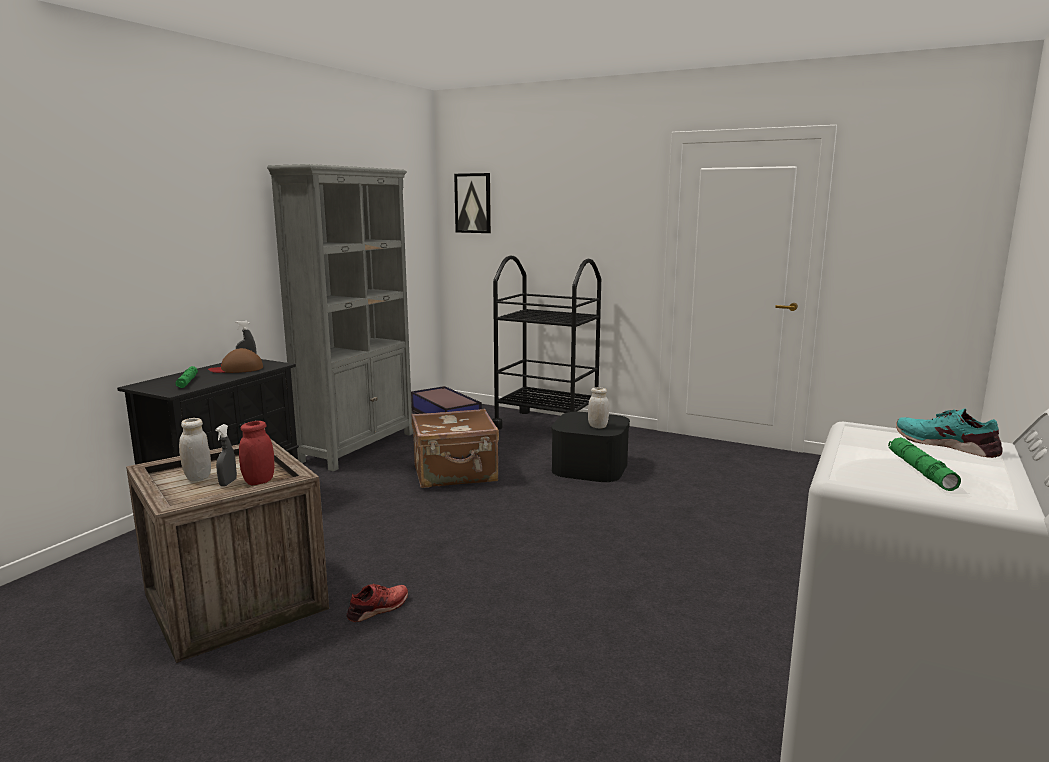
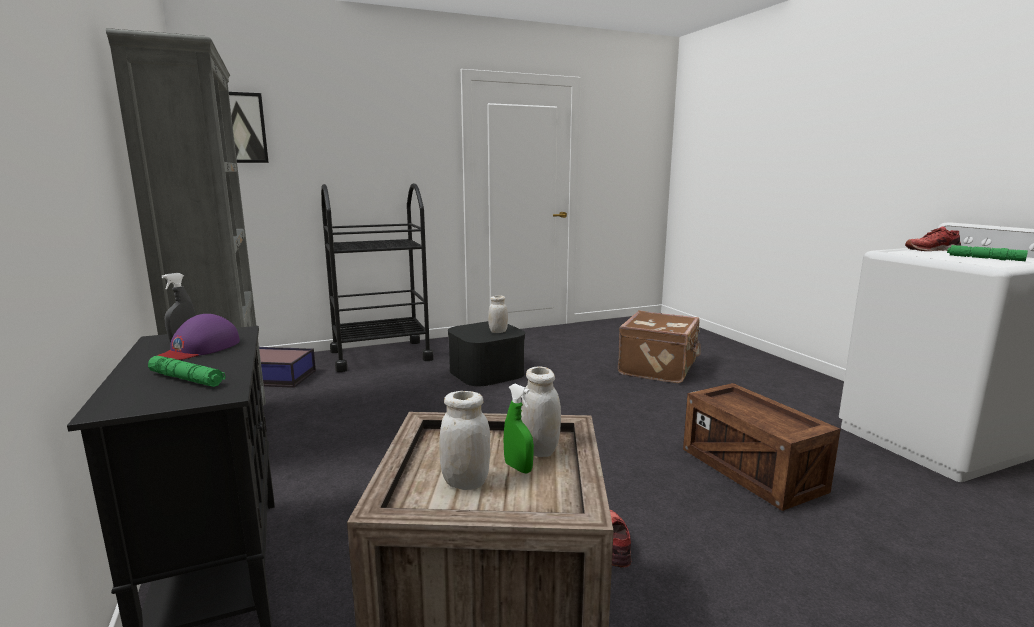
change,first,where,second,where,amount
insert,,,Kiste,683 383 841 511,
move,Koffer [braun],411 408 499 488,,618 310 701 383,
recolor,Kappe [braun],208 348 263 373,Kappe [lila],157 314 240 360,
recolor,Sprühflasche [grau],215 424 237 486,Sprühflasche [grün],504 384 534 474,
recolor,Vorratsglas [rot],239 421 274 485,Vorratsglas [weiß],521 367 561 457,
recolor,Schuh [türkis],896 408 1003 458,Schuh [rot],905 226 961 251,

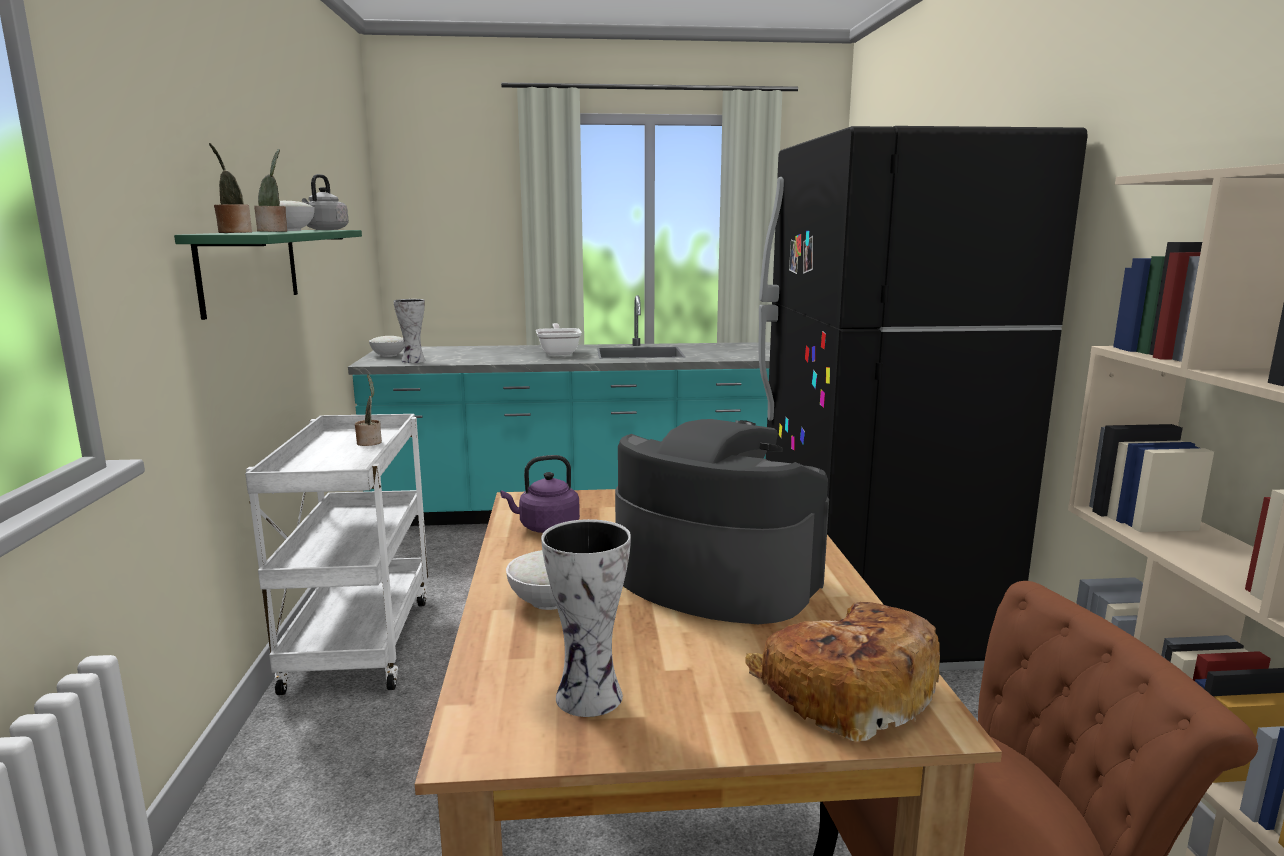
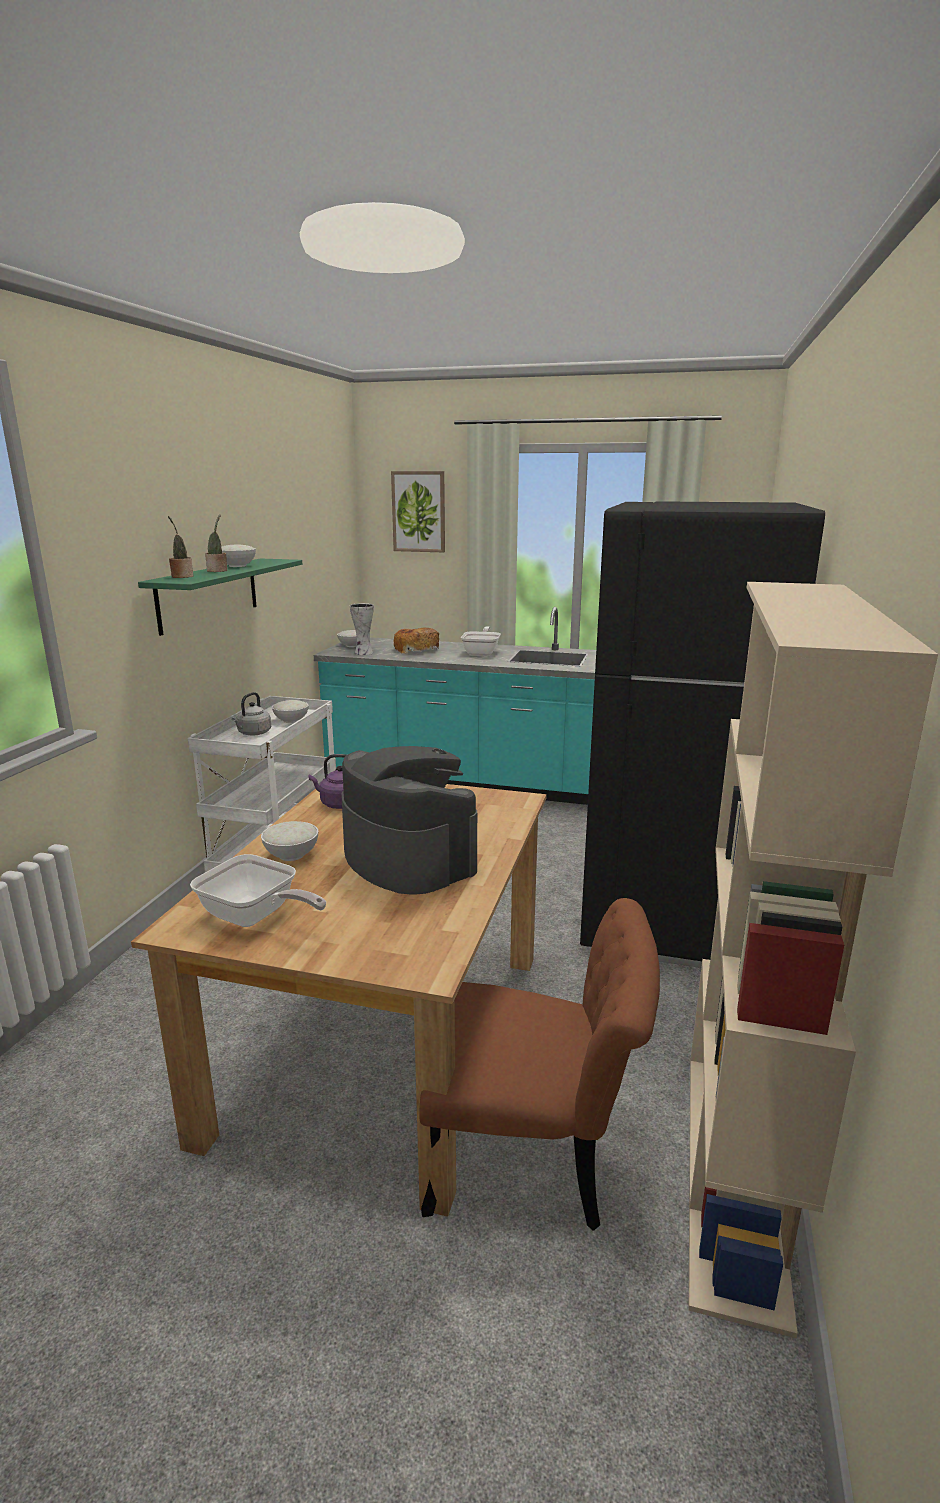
change,first,where,second,where,amount
insert,,,Bild,391 471 445 552,
move,Wasserkessel [grau],302 174 349 230,,232 692 271 736,
move,Brot,745 602 940 742,,393 628 439 653,
replace,Topfpflanze,355 375 382 446,Schüssel [weiß],272 700 308 723,
replace,Vase,541 519 631 717,Pfanne,190 854 326 927,

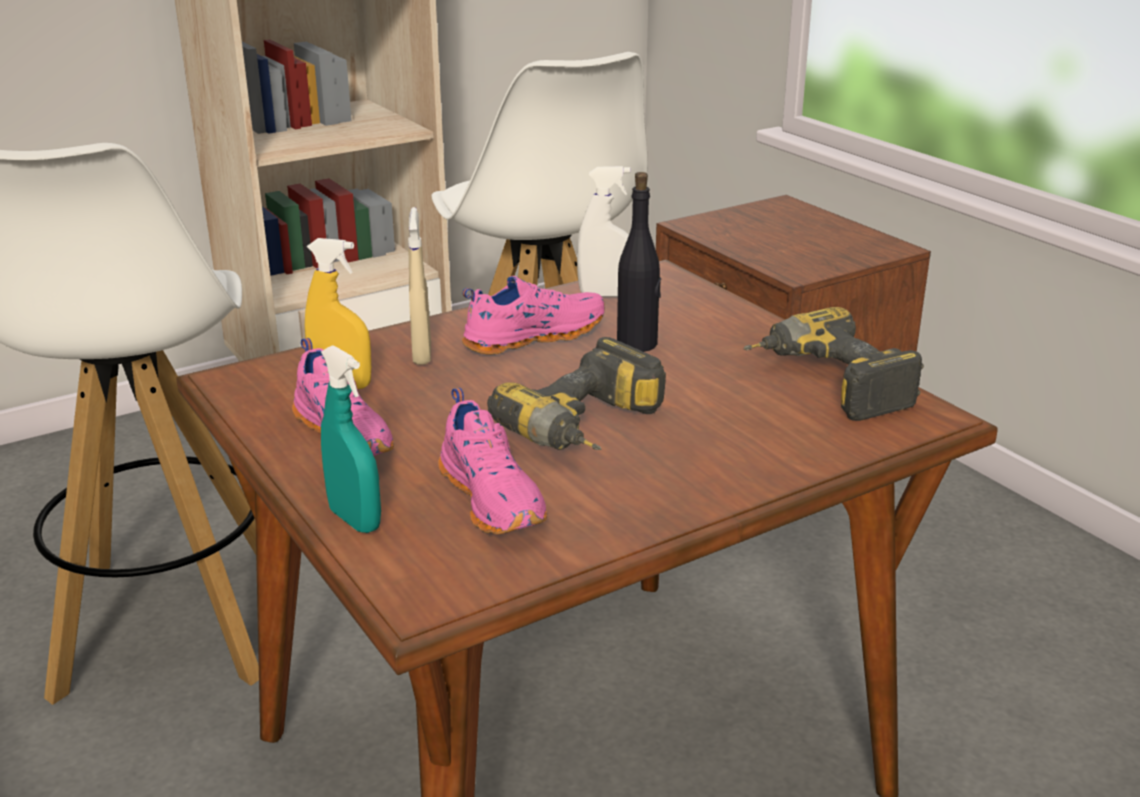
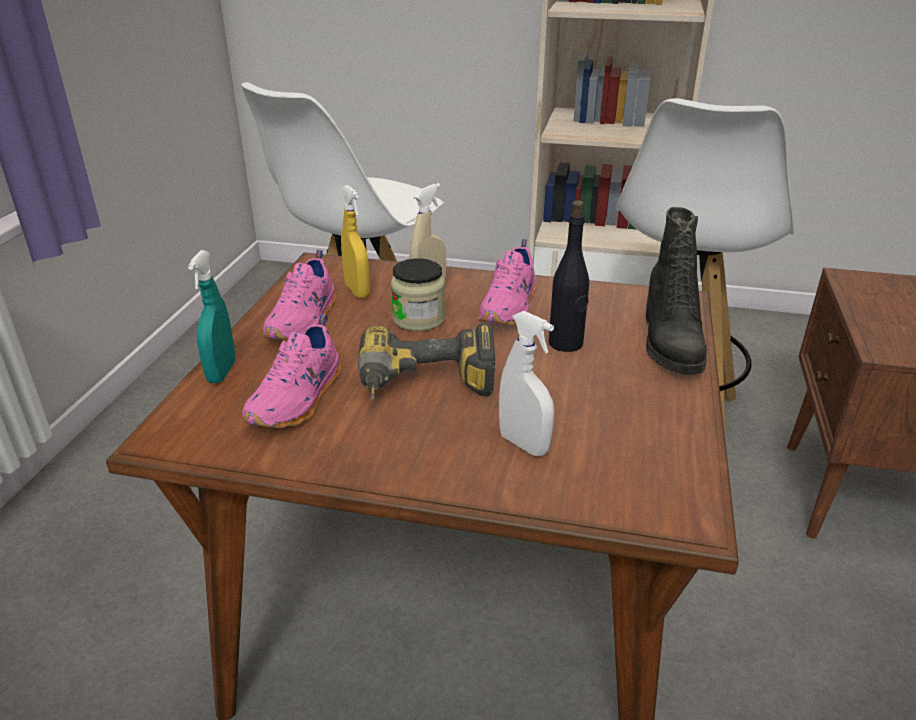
change,first,where,second,where,amount
delete,Bohrmaschine,744 307 924 421,,,
insert,,,Vorratsglas,391 258 445 331,
insert,,,Stiefel [schwarz],646 207 707 375,
move,Sprühflasche [weiß],577 166 630 297,,499 311 554 456,
rotate,Schuh [rosa],462 276 605 355,,478 239 535 325,90 degrees clockwise

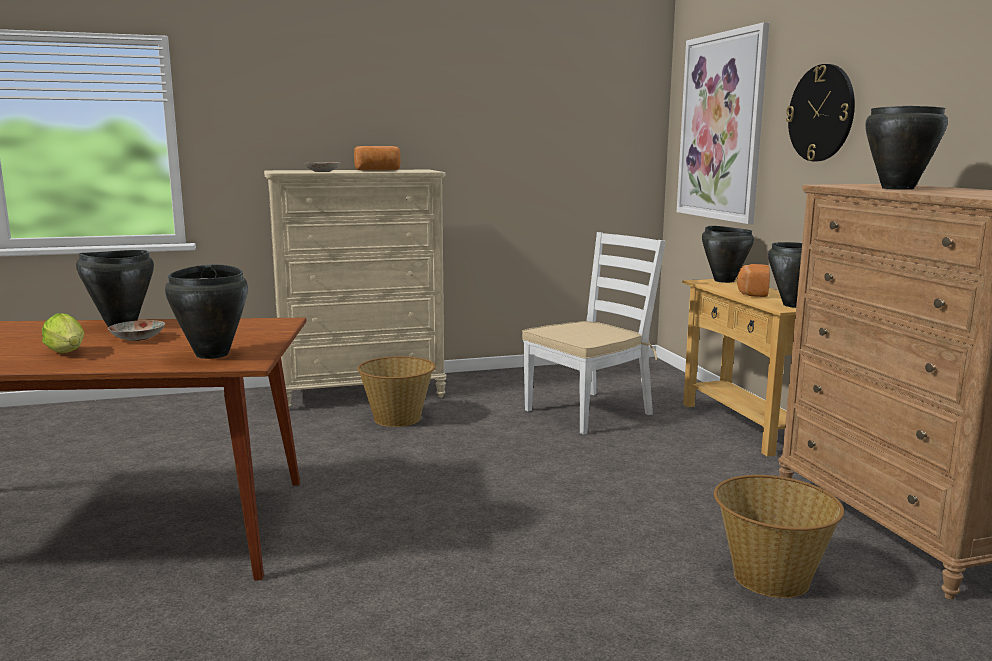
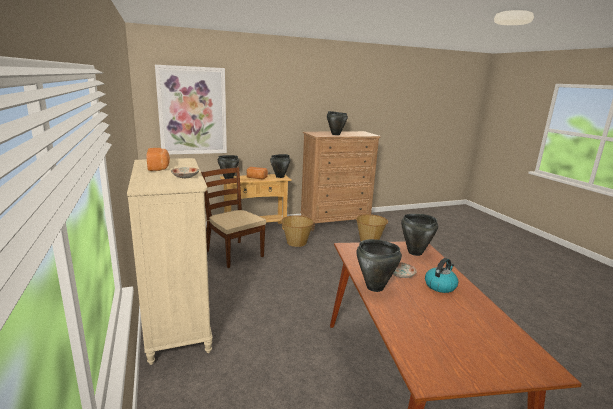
change,first,where,second,where,amount
delete,Wanduhr,786 64 855 161,,,
move,Korb,358 356 436 427,,281 215 314 247,
replace,Salatkopf,42 313 85 353,Wasserkessel,425 258 458 293,
recolor,Stuhl [weiß],522 232 666 435,Stuhl [braun],201 167 266 268,

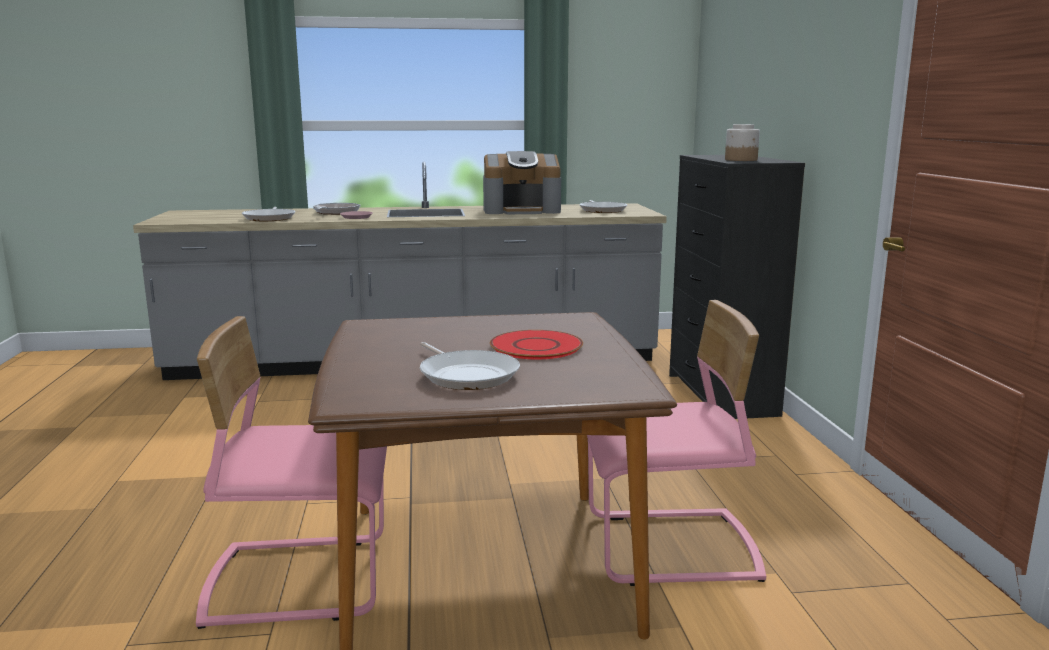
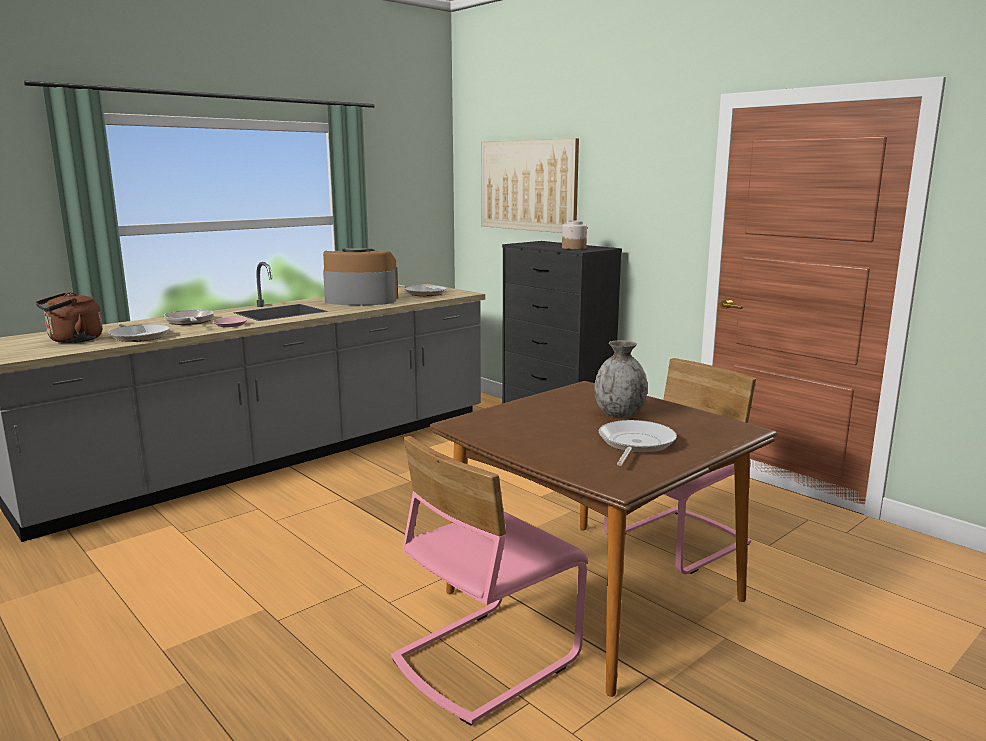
change,first,where,second,where,amount
insert,,,Wasserkessel [braun],36 292 103 343,
insert,,,Bild,481 138 579 233,
replace,Teller [rot],490 330 583 359,Vase [grau],594 340 648 417,
rotate,Pfanne,420 342 520 390,,599 420 677 466,90 degrees counterclockwise
rotate,Kaffeemaschine,483 151 561 214,,323 248 398 305,135 degrees counterclockwise

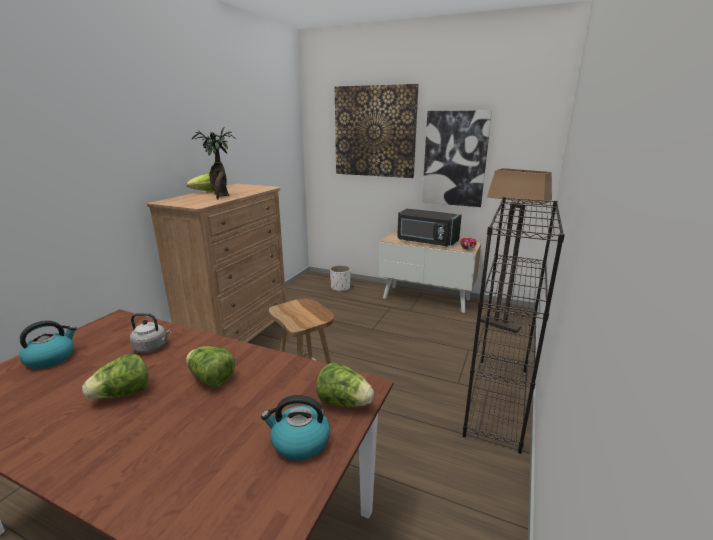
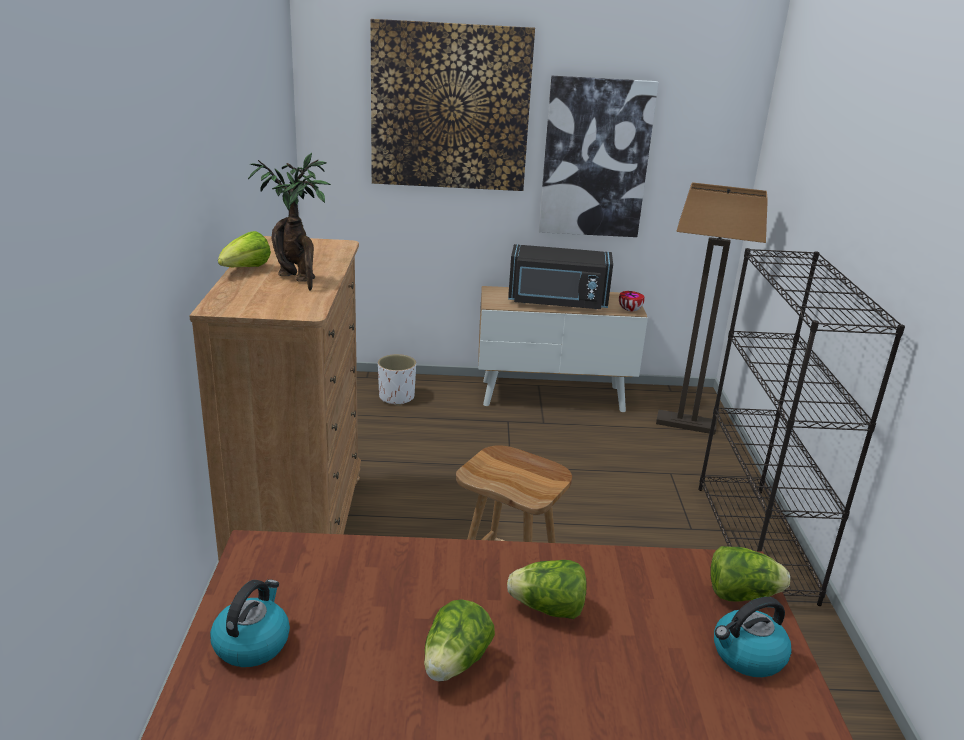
change,first,where,second,where,amount
delete,Wasserkessel [grau],130 313 171 353,,,

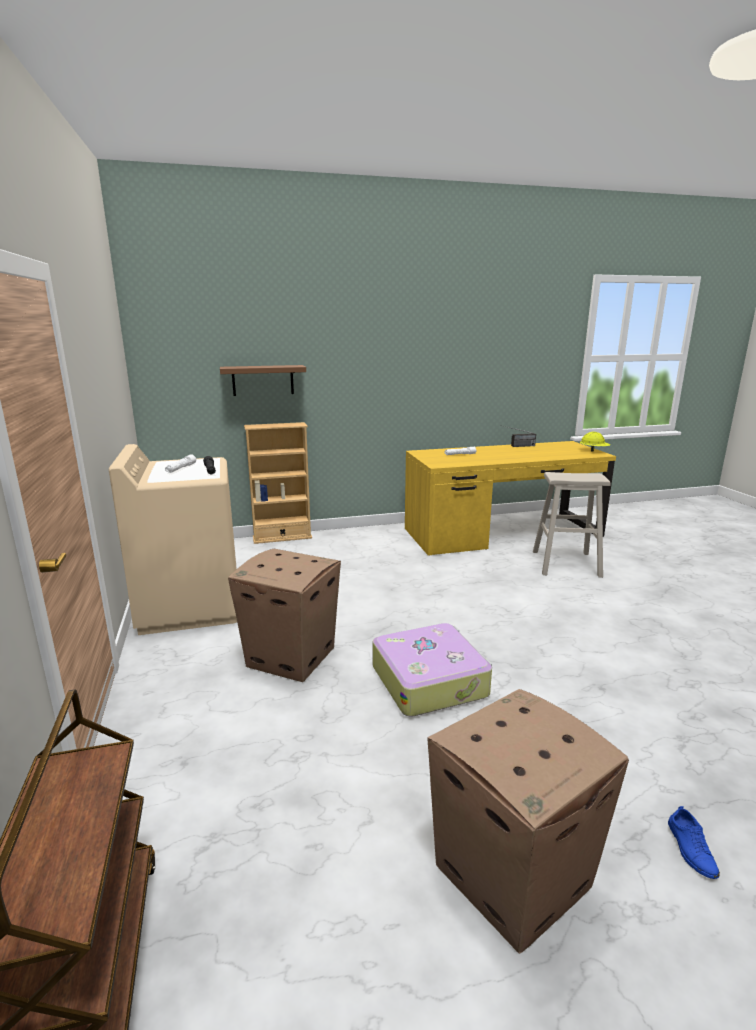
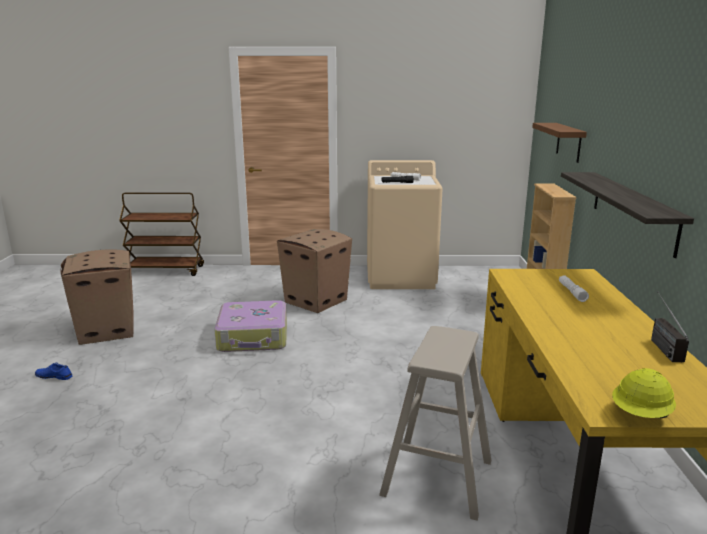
change,first,where,second,where,amount
insert,,,Wandregal,561 172 694 258,

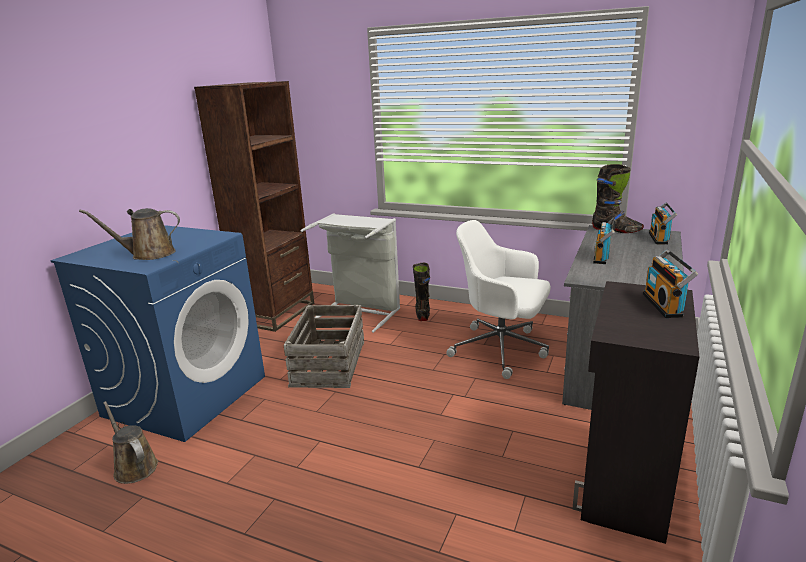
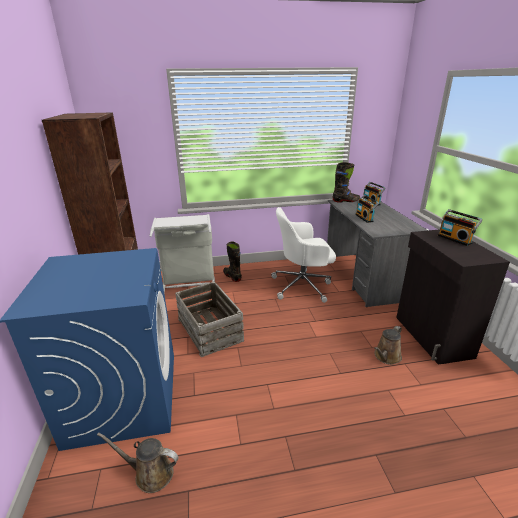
change,first,where,second,where,amount
move,Gießkanne [braun],79 208 180 260,,374 326 402 365,

